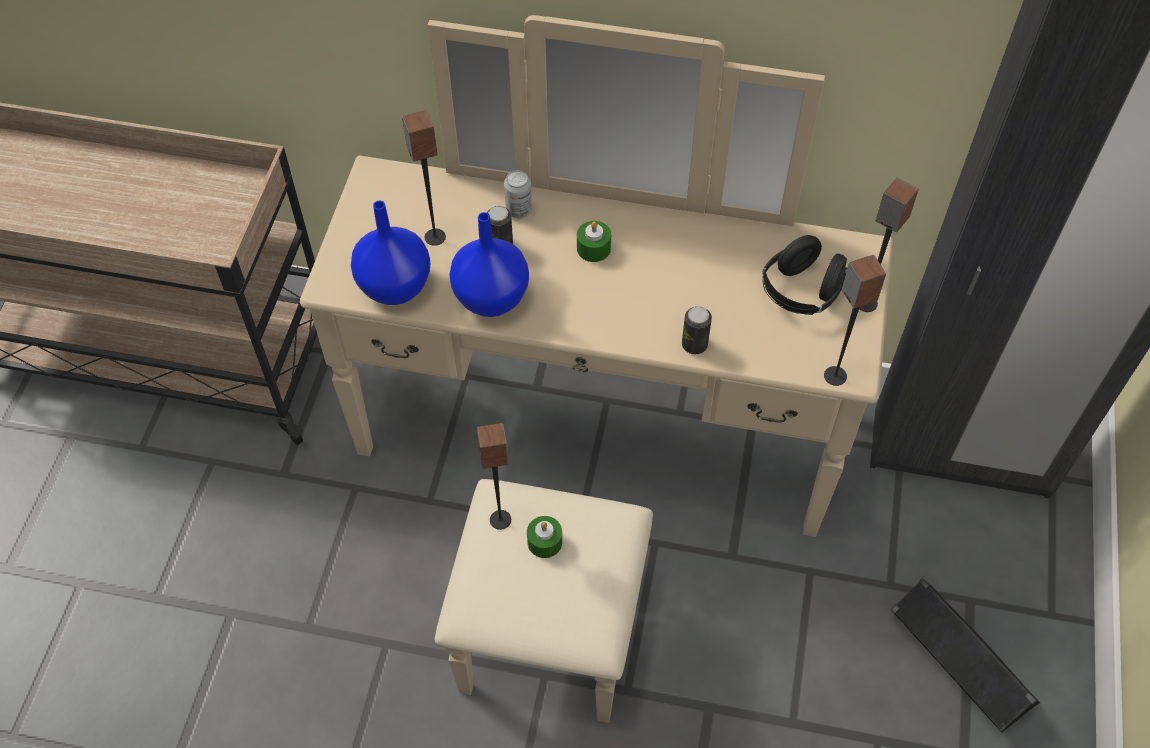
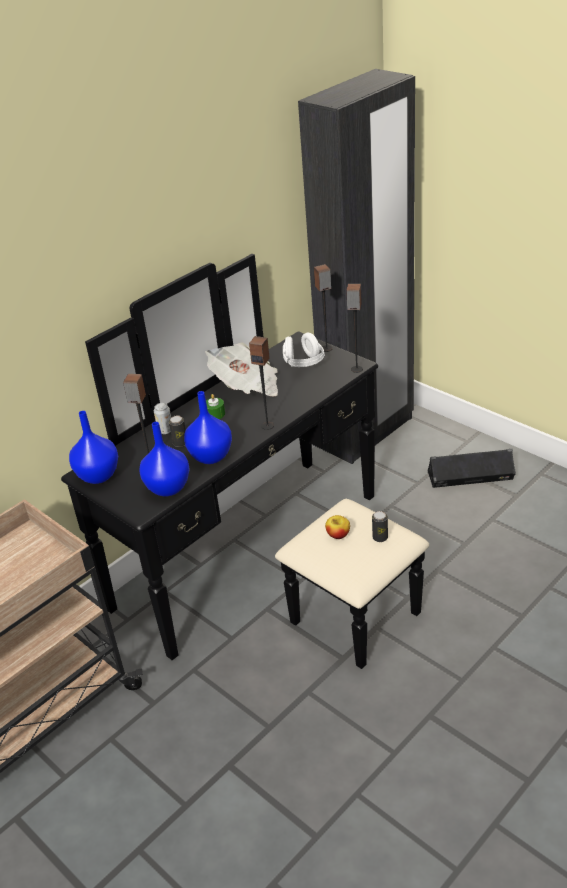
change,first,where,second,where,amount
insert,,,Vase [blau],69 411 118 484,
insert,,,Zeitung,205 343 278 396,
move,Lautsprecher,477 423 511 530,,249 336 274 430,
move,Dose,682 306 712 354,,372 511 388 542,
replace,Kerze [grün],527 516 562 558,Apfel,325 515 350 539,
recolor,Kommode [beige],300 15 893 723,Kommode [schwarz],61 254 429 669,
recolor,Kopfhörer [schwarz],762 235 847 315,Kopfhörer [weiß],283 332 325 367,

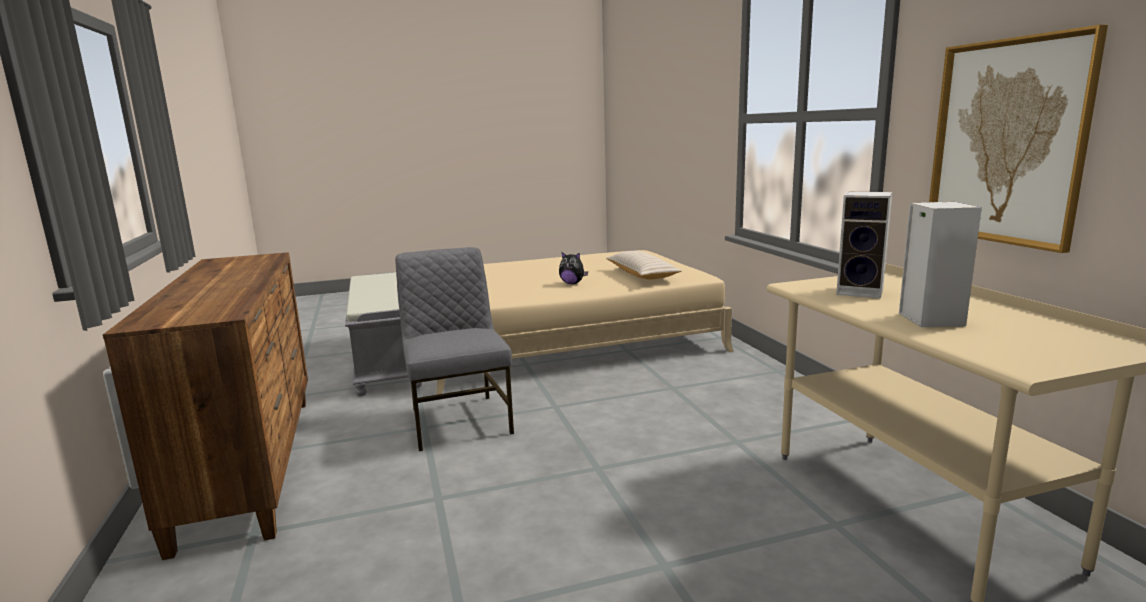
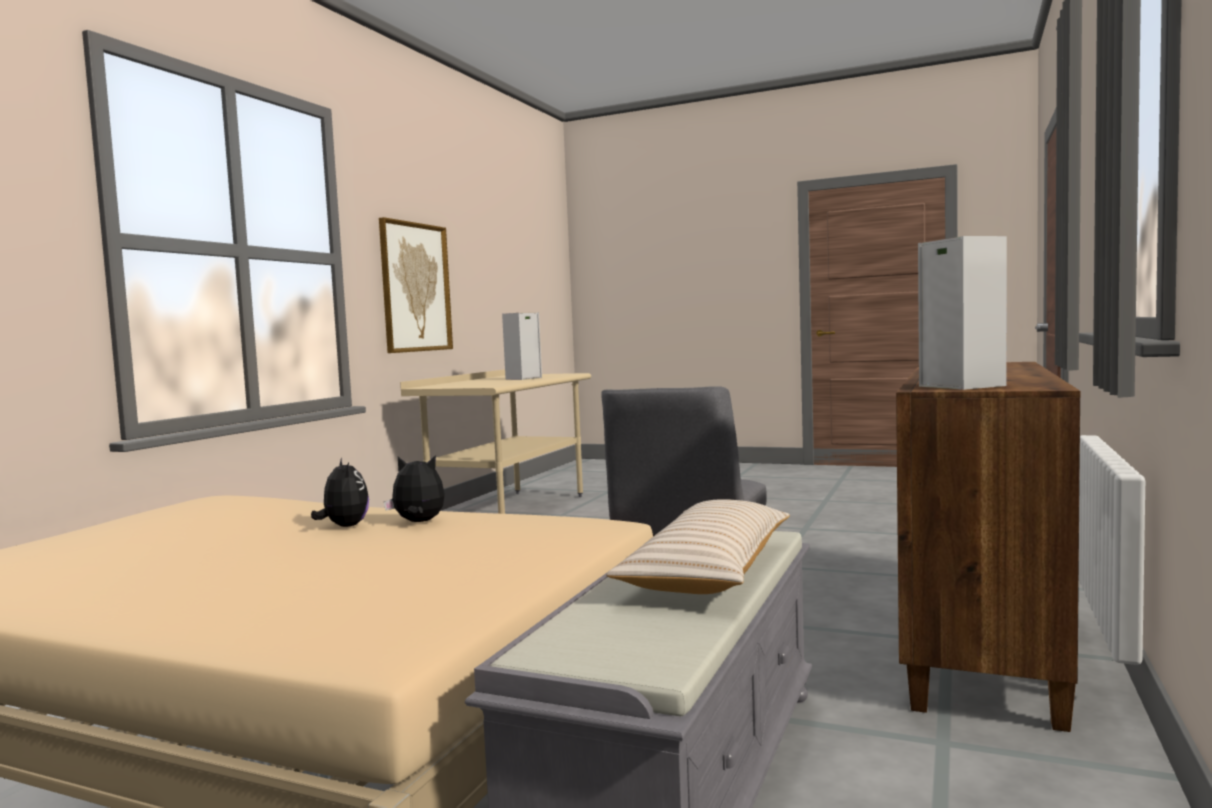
change,first,where,second,where,amount
insert,,,Plüschtier,384 455 445 522,
move,Kissen [beige],606 251 682 280,,606 499 790 594,
move,Lautsprecher,836 191 892 298,,918 236 1007 390,

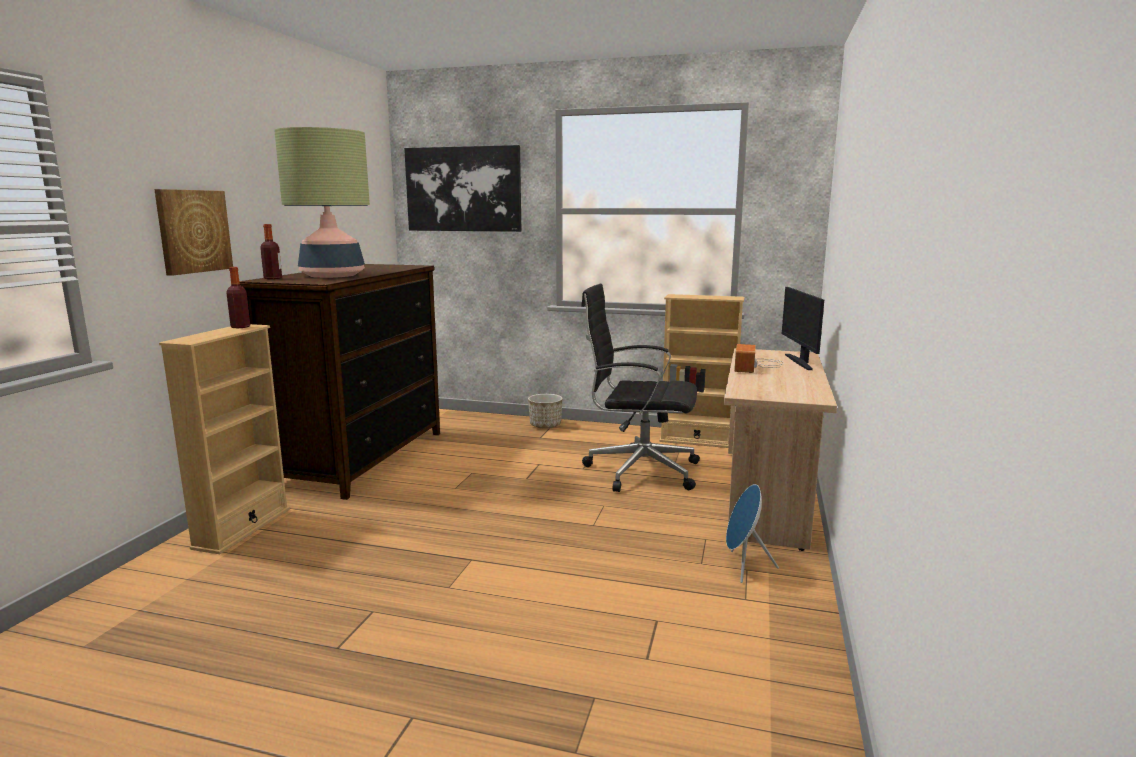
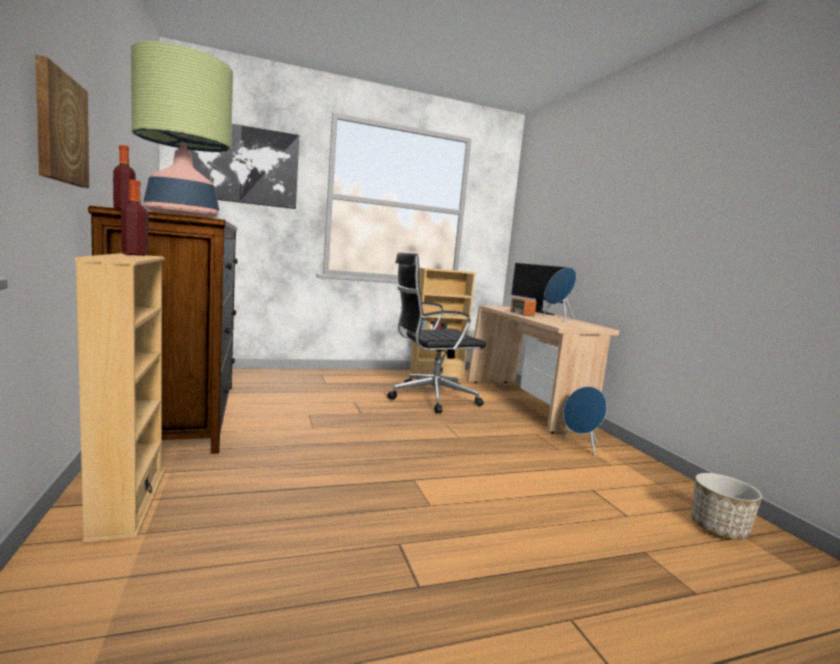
change,first,where,second,where,amount
insert,,,Lautsprecher [blau],543 267 577 321,
move,Pflanzkübel,528 394 563 429,,691 473 762 540,

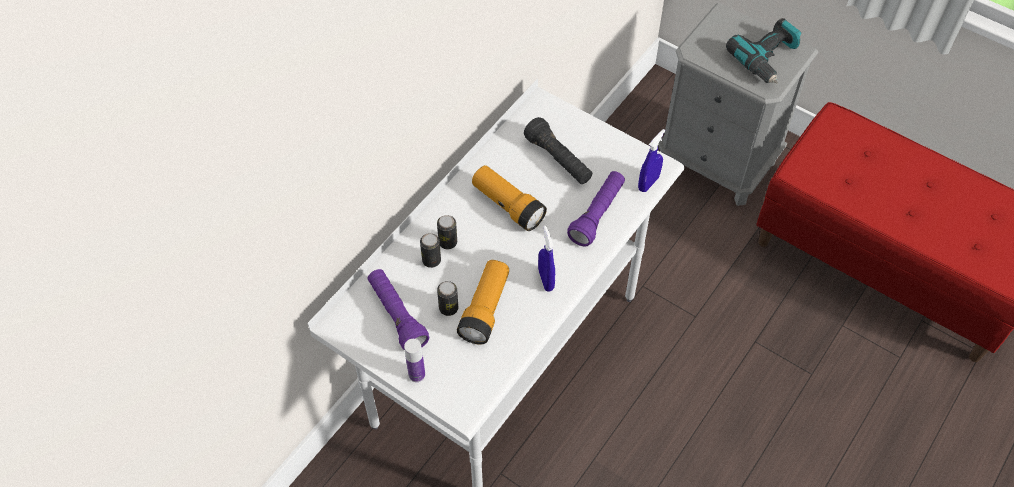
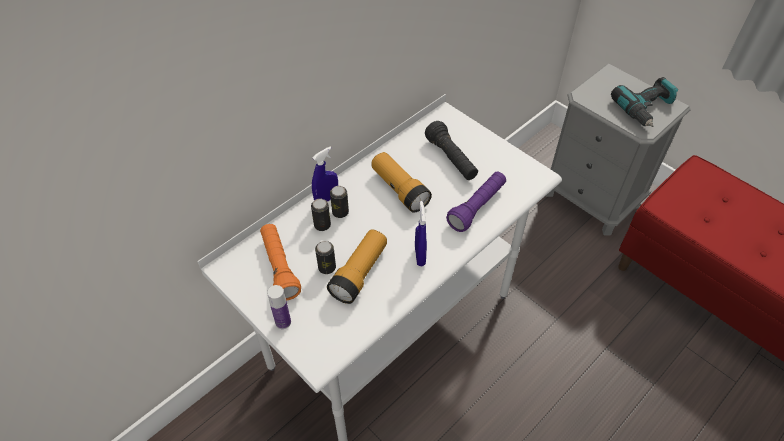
change,first,where,second,where,amount
move,Sprühflasche [blau],638 129 665 192,,312 147 338 202,
recolor,Taschenlampe [lila],368 269 429 350,Taschenlampe [orange],260 224 301 301,

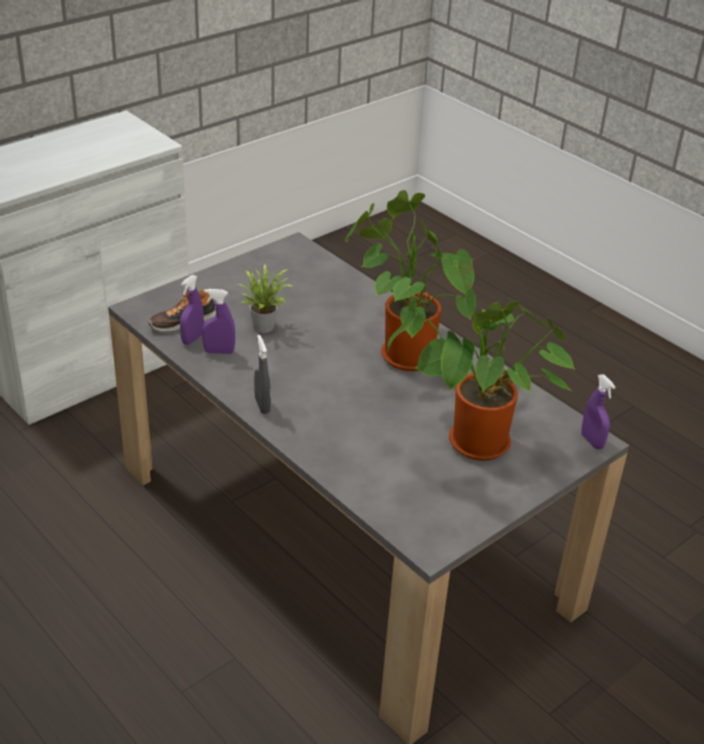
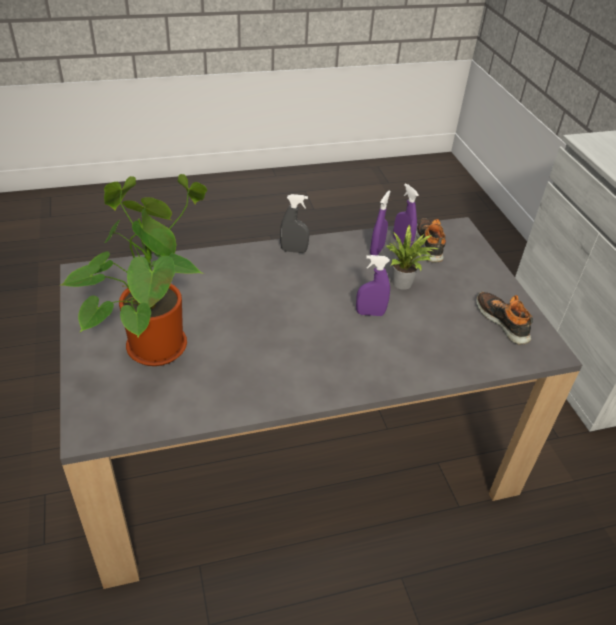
change,first,where,second,where,amount
delete,Topfpflanze,344 190 476 371,,,
insert,,,Schuh,476 292 533 345,
move,Sprühflasche [lila],581 374 616 449,,356 255 390 316,

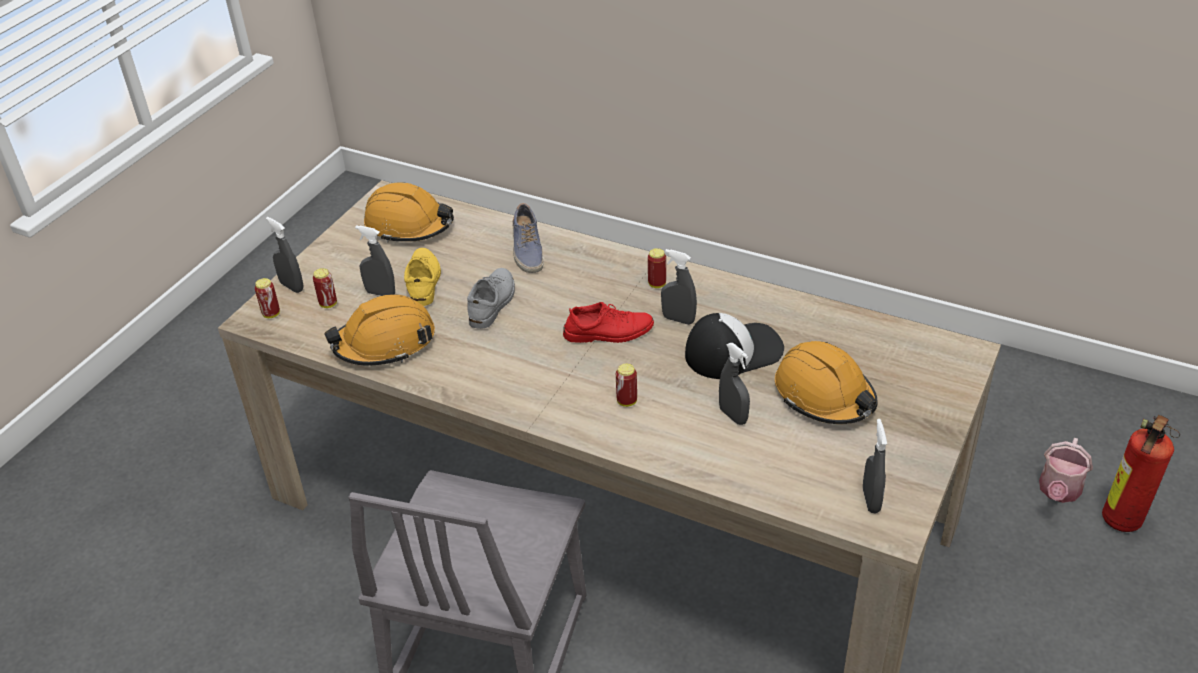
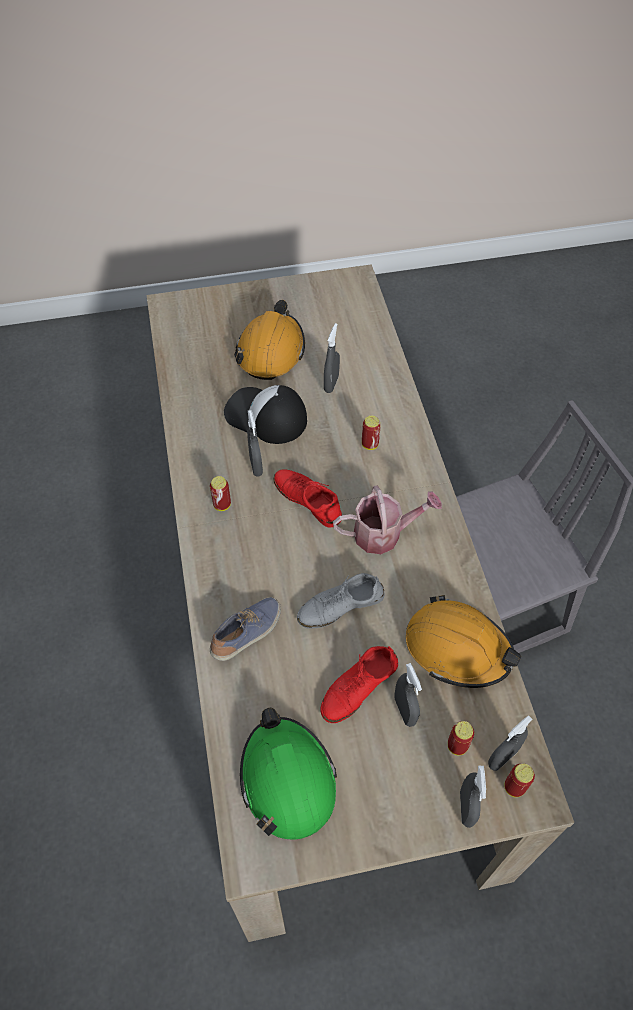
change,first,where,second,where,amount
delete,Feuerlöscher,1102 415 1180 532,,,
move,Sprühflasche [grau],863 419 887 514,,488 715 533 771,
move,Gießkanne,1039 438 1093 503,,333 485 442 554,
recolor,Schutzhelm [orange],364 182 454 243,Schutzhelm [grün],240 708 337 840,
recolor,Schuh [gelb],404 248 441 306,Schuh [rot],320 646 398 723,

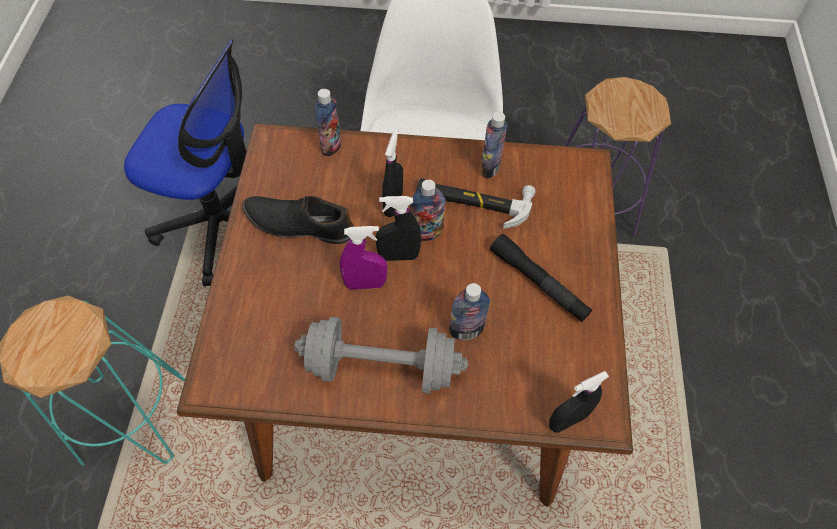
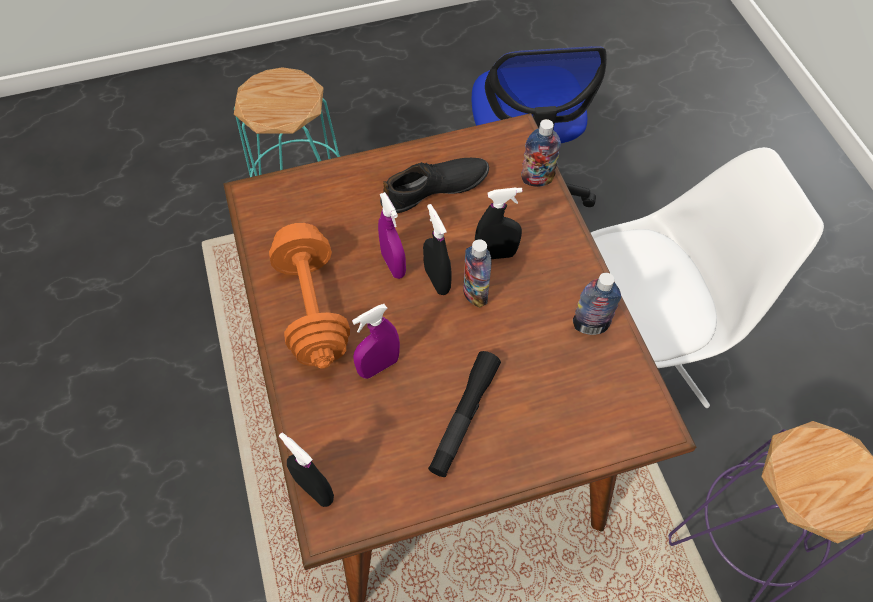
change,first,where,second,where,amount
delete,Hammer,416 178 536 229,,,
replace,Flasche,449 283 490 340,Sprühflasche [lila],352 304 400 379,
recolor,Hantel [grau],294 317 468 394,Hantel [orange],269 223 350 369,
rotate,Schuh [schwarz],243 196 354 244,,380 158 489 213,75 degrees clockwise

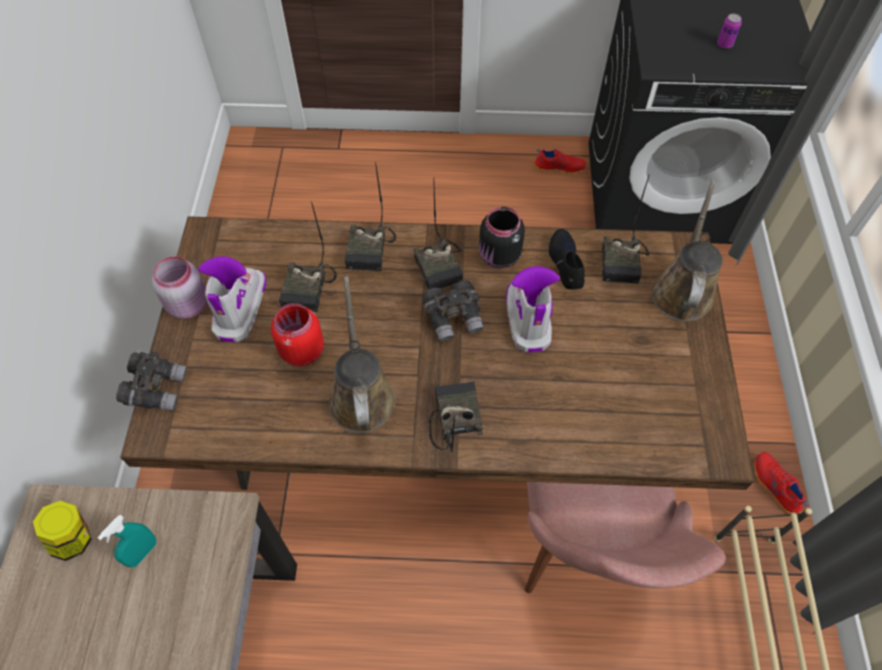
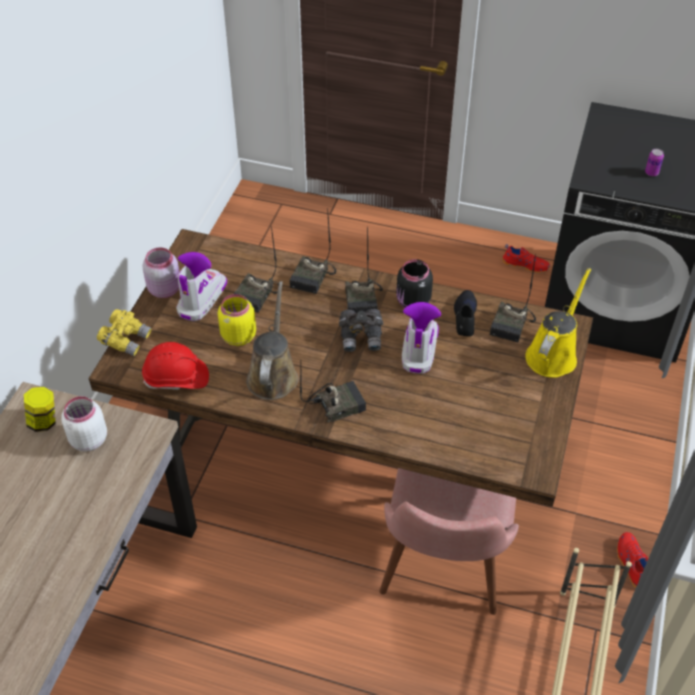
change,first,where,second,where,amount
insert,,,Schutzhelm [rot],142 342 209 390,
replace,Sprühflasche [türkis],97 515 156 567,Vorratsglas [weiß],61 396 107 452,
recolor,Fernglas [grau],116 351 187 411,Fernglas [gelb],97 309 152 356,
recolor,Vorratsglas [rot],271 303 324 366,Vorratsglas [gelb],218 294 256 346,
recolor,Gießkanne [braun],651 179 723 322,Gießkanne [gelb],525 268 591 378,
rotate,Radio,429 382 483 452,,300 362 366 423,60 degrees clockwise

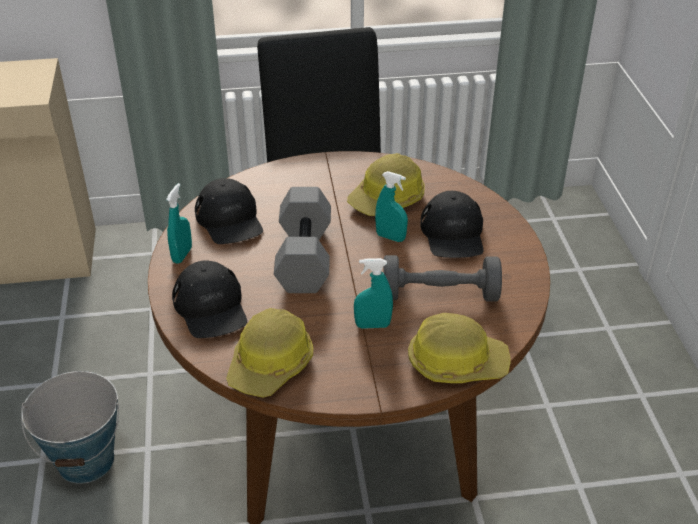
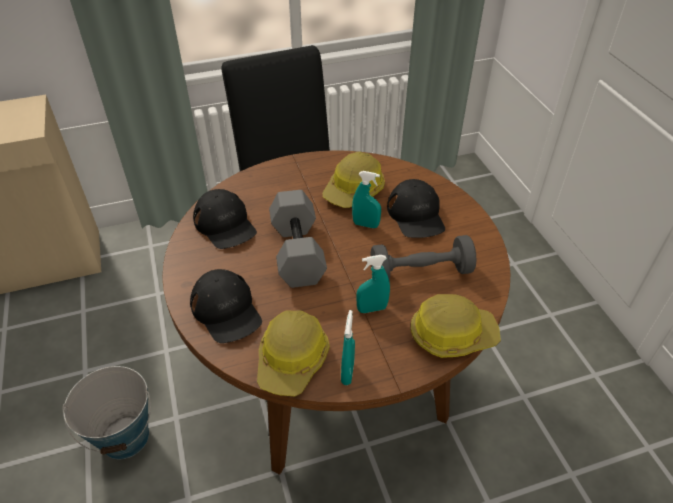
change,first,where,second,where,amount
move,Sprühflasche [türkis],166 183 192 264,,341 310 355 385,

